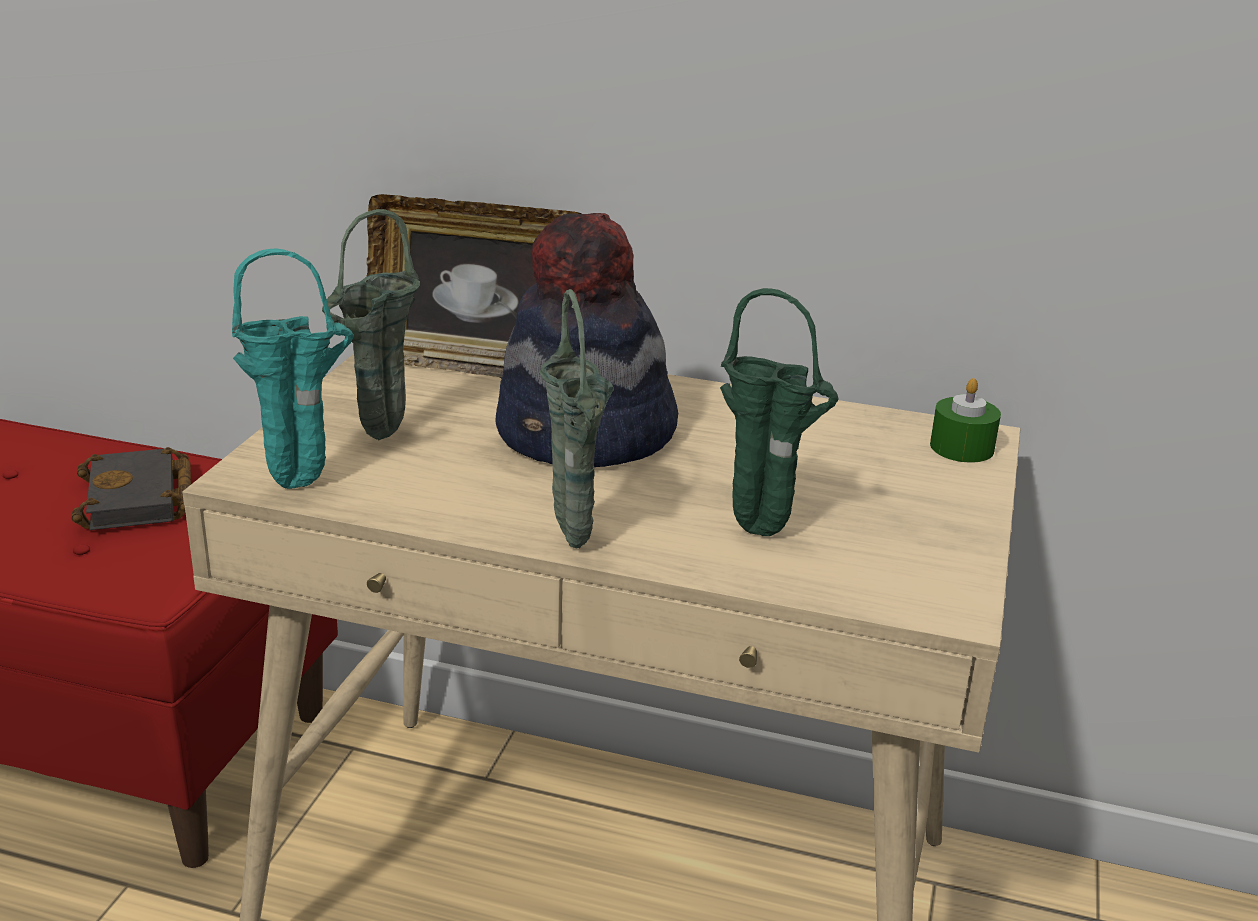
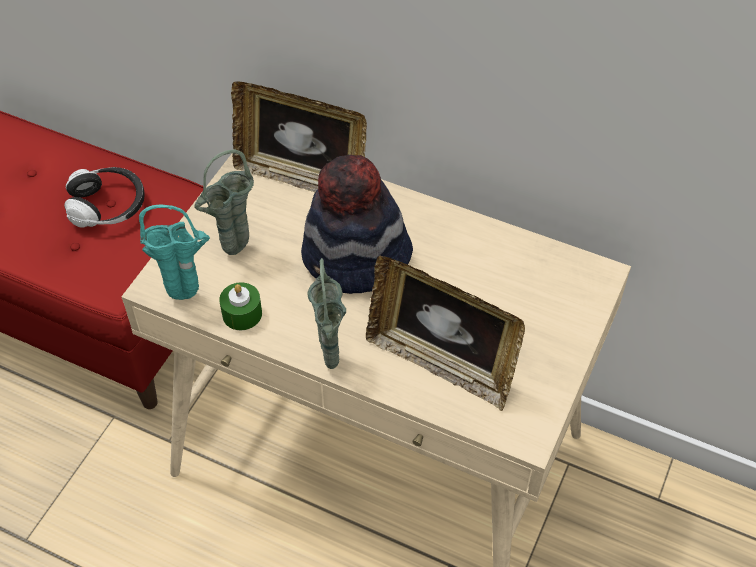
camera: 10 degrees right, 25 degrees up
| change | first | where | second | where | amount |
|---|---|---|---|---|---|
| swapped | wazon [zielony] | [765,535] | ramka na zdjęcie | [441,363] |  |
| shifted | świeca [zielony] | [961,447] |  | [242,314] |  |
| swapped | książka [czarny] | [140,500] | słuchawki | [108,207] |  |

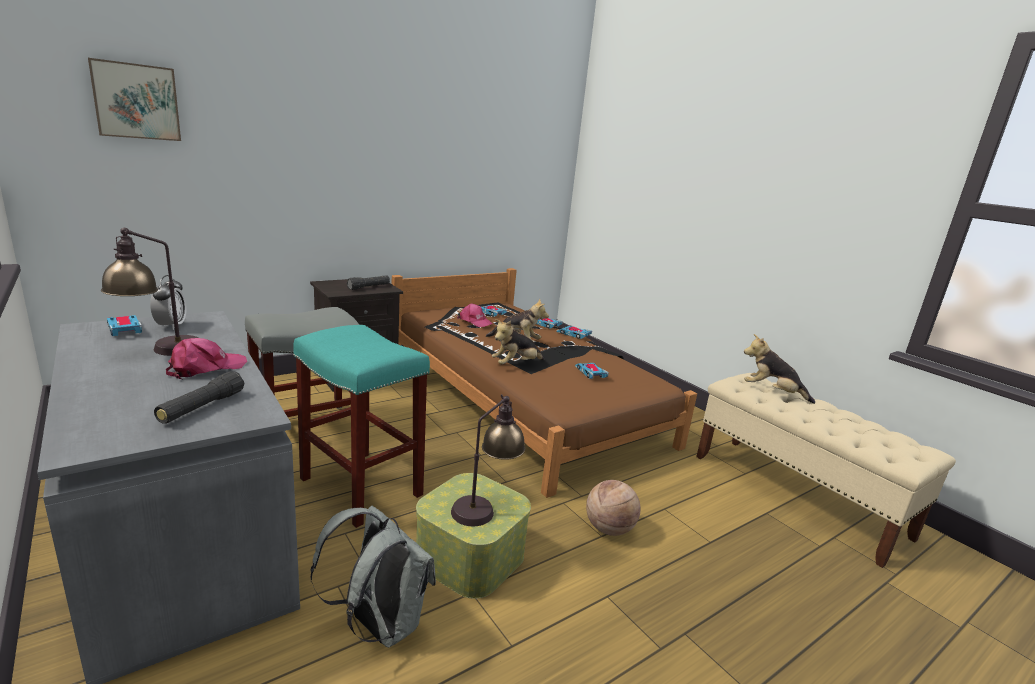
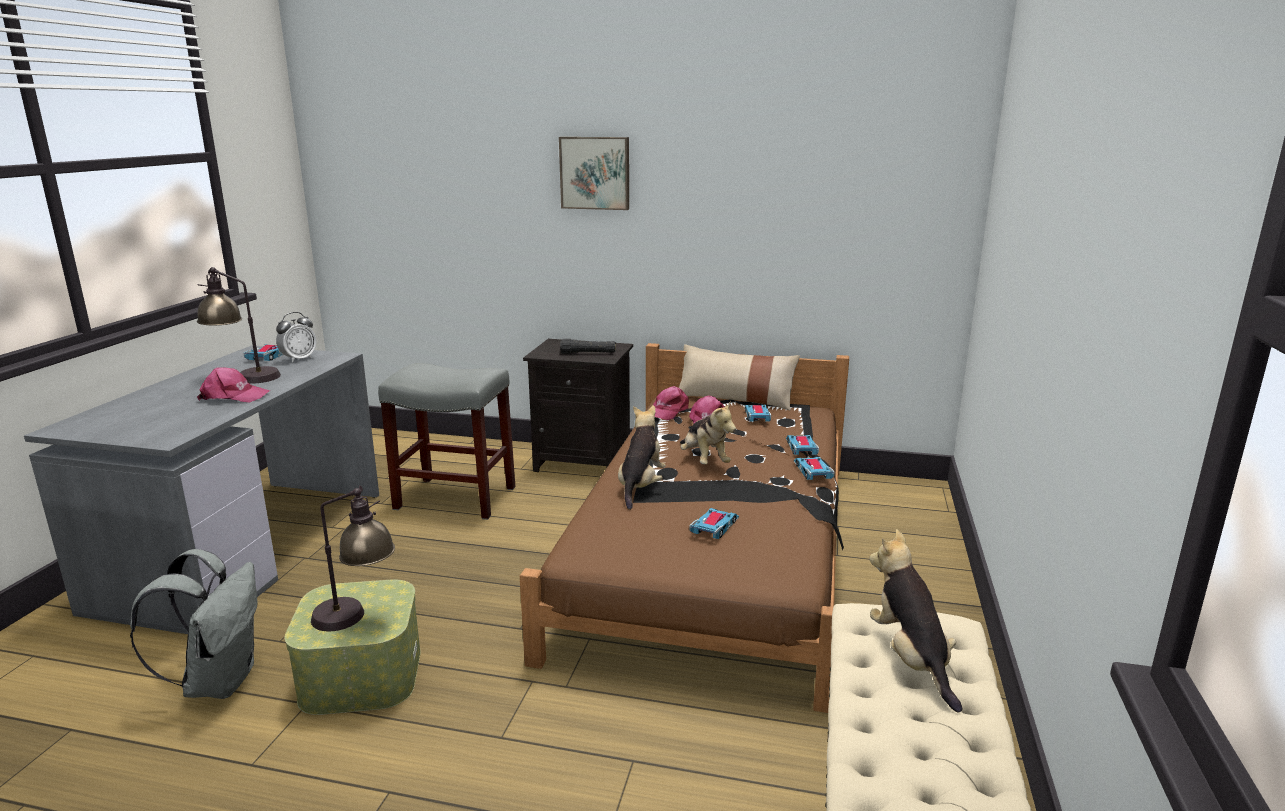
camera: 50 degrees right, 0 degrees up
| change | first | where | second | where | amount |
|---|---|---|---|---|---|
| shifted | obraz | [136,101] |  | [595,173] |  |
| rotated | pluszak | [516,364] |  | [640,486] | 90 degrees clockwise |
| gone | stołek [turkusowy] | [362,487] |  |  |  |
| gone | latarka [czarny] | [202,407] |  |  |  |
| gone | piłka do koszykówki | [608,529] |  |  |  |
| new |  |  | poduszka [beżowy] | [735,399] |  |
| new |  |  | czapka z daszkiem [różowy] | [668,411] |  |

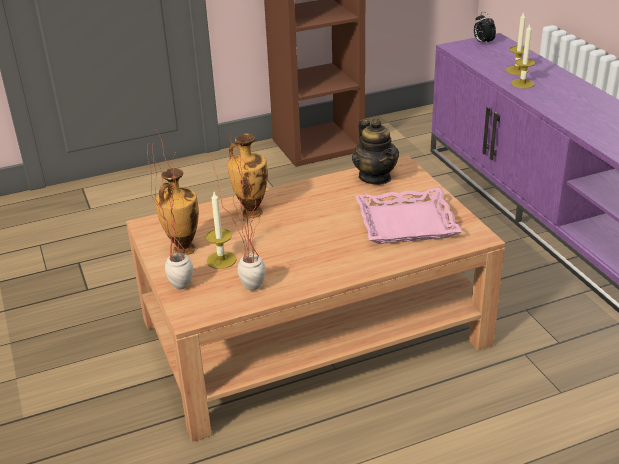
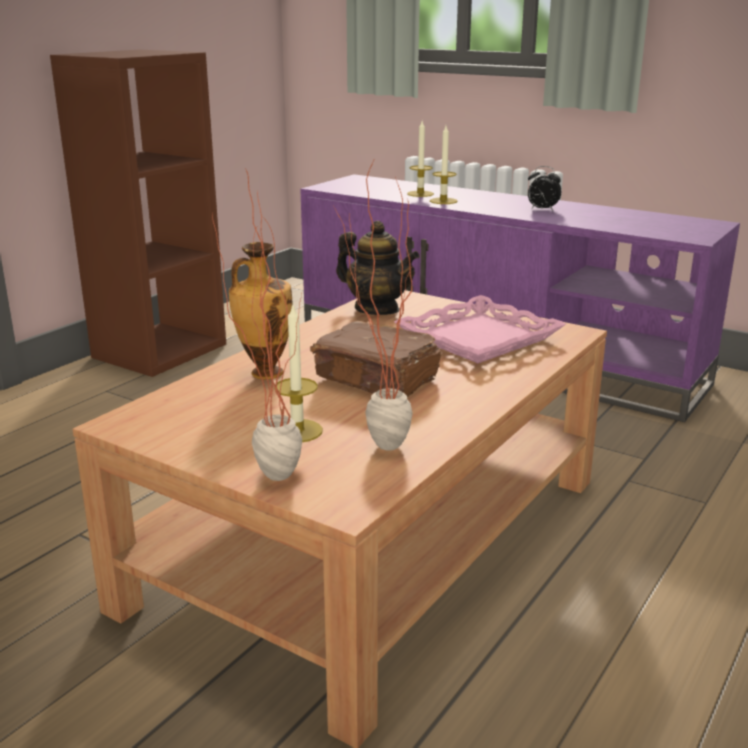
camera: 35 degrees left, 10 degrees down
| change | first | where | second | where | amount |
|---|---|---|---|---|---|
| shifted | budzik | [483,42] |  | [541,210] |  |
| gone | wazon | [183,249] |  |  |  |
| new |  |  | książka [brązowy] | [377,379] |  |

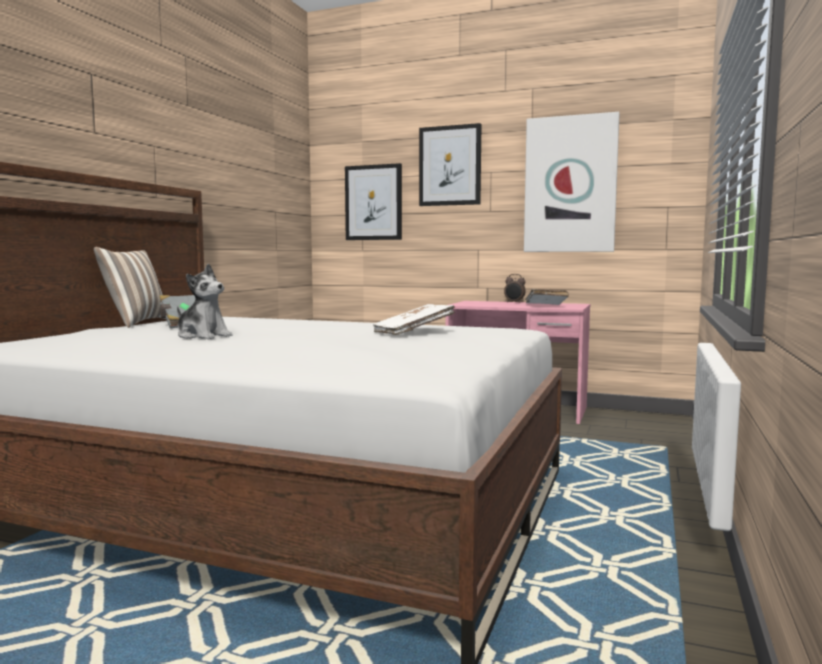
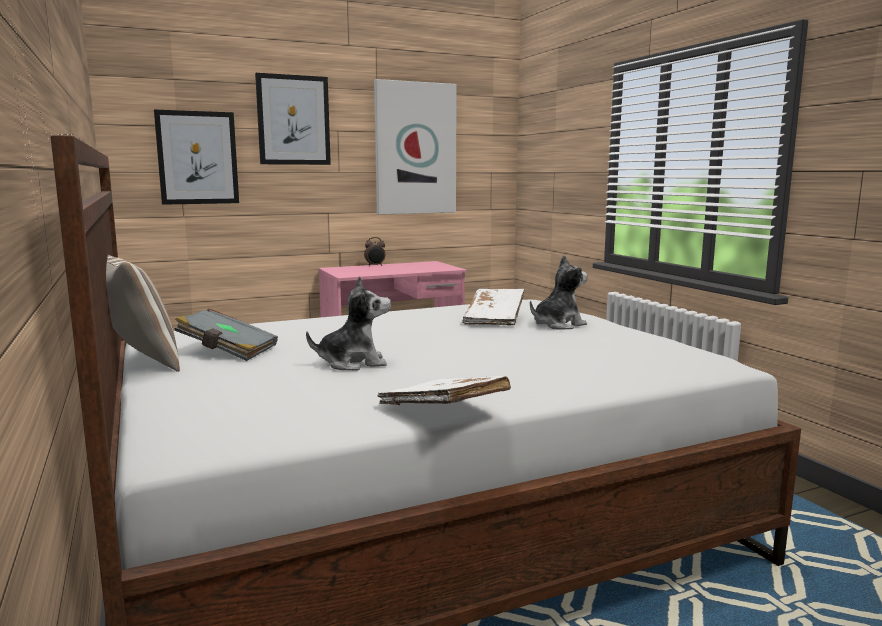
camera: 45 degrees left, 5 degrees up
| change | first | where | second | where | amount |
|---|---|---|---|---|---|
| shifted | książka [biały] | [545,306] |  | [443,411] |  |
| new |  |  | pluszak | [558,325] |  |

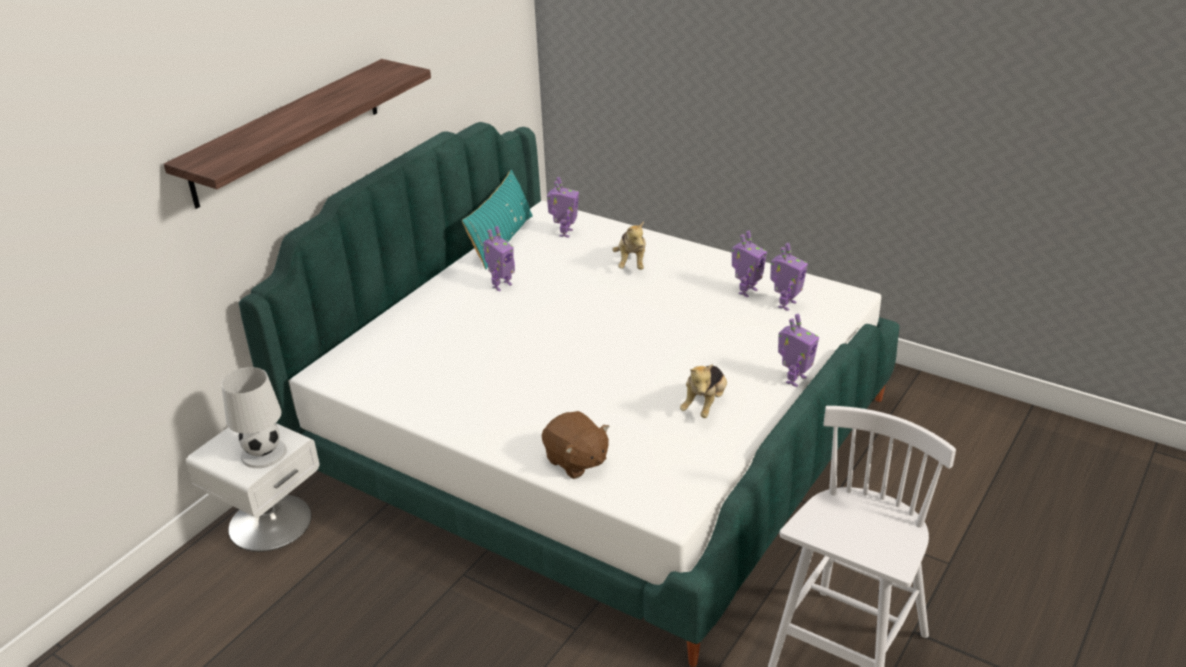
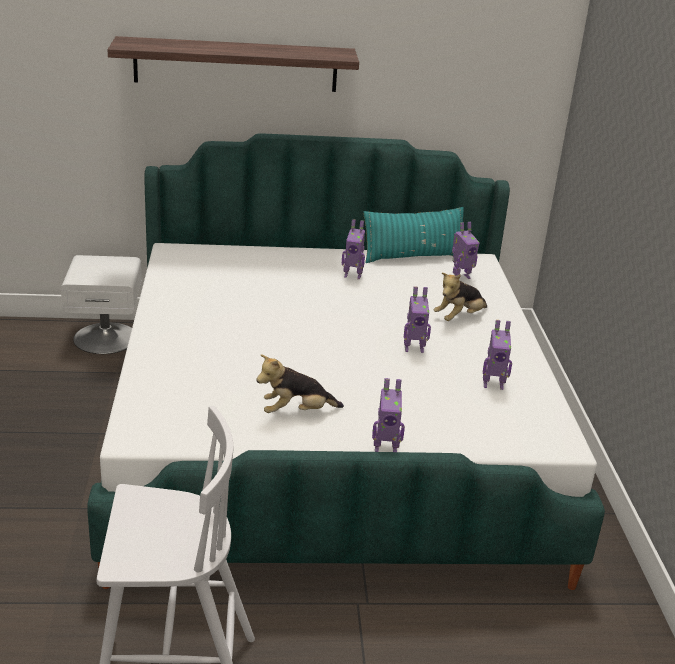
camera: 50 degrees right, 5 degrees down
| change | first | where | second | where | amount |
|---|---|---|---|---|---|
| shifted | robot zabawkowy | [786,304] |  | [414,348] |  |
| gone | lampa stołowa [biały] | [263,454] |  |  |  |
| gone | pluszak [brązowy] | [576,461] |  |  |  |

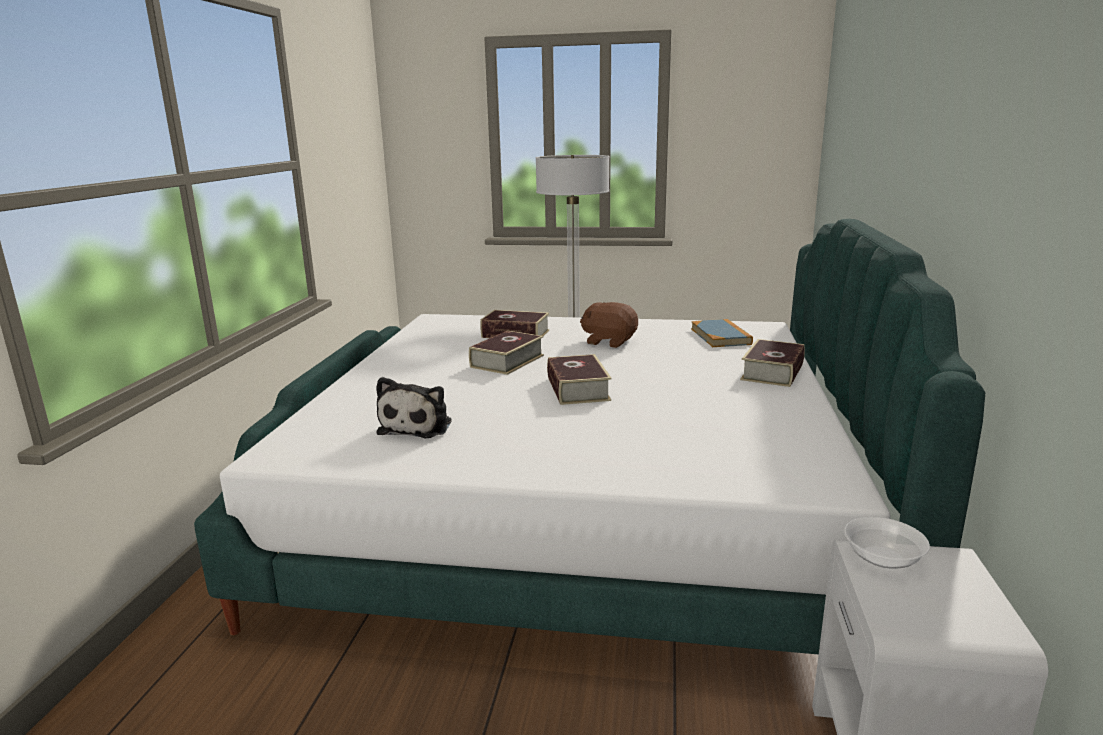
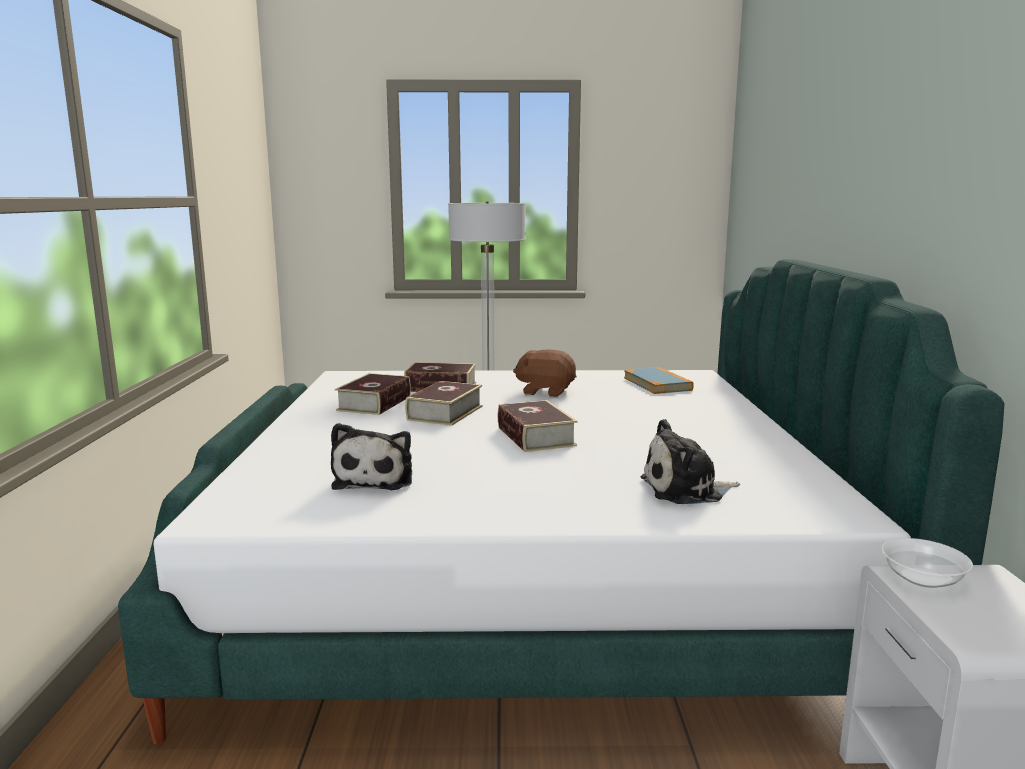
camera: 10 degrees left, 5 degrees down
| change | first | where | second | where | amount |
|---|---|---|---|---|---|
| shifted | książka | [772,372] |  | [374,403] |  |
| new |  |  | pluszak | [686,490] |  |

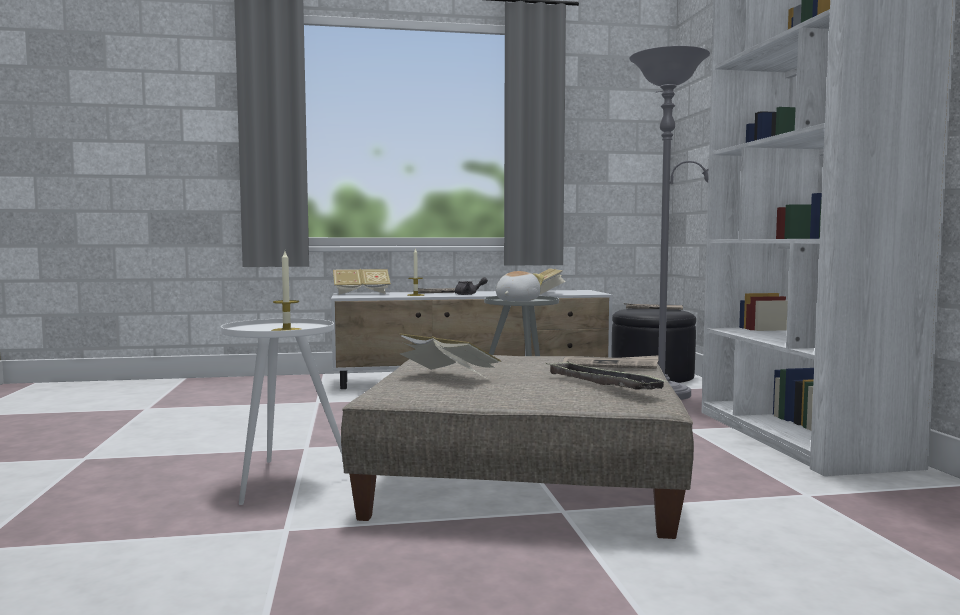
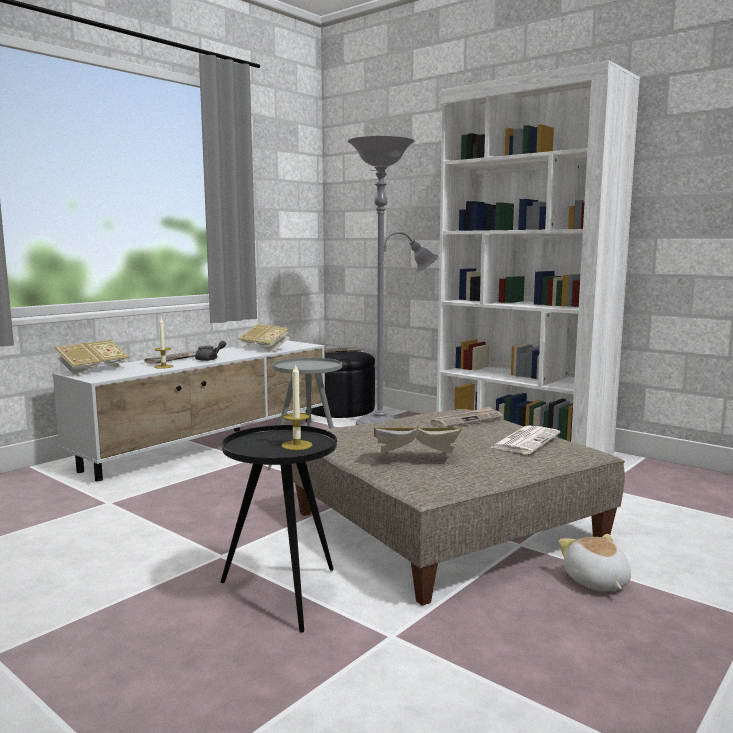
camera: 40 degrees left, 5 degrees up
| change | first | where | second | where | amount |
|---|---|---|---|---|---|
| shifted | pluszak | [516,301] |  | [596,582] |  |
| repainted | stolik [biały] | [282,481] | stolik [czarny] | [283,596] |  |
| swapped | taca | [602,383] | gazeta | [525,440] |  |

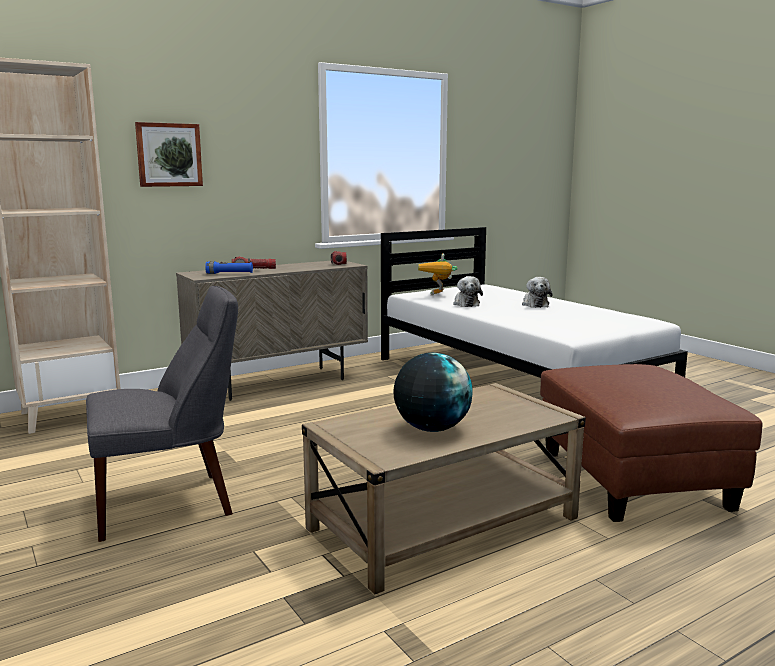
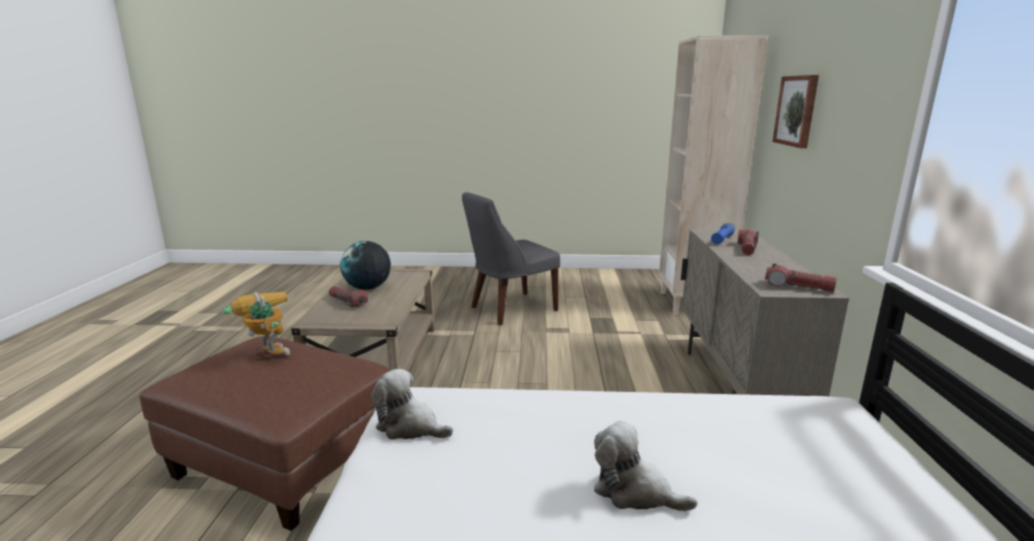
camera: 125 degrees right, 5 degrees up
| change | first | where | second | where | amount |
|---|---|---|---|---|---|
| shifted | robot zabawkowy | [439,295] |  | [266,351] |  |
| shifted | pluszak | [466,304] |  | [410,427] |  |
| rotated | krzesło [szary] | [170,503] |  | [510,309] | 45 degrees clockwise |
| new |  |  | latarka | [347,302] |  |

